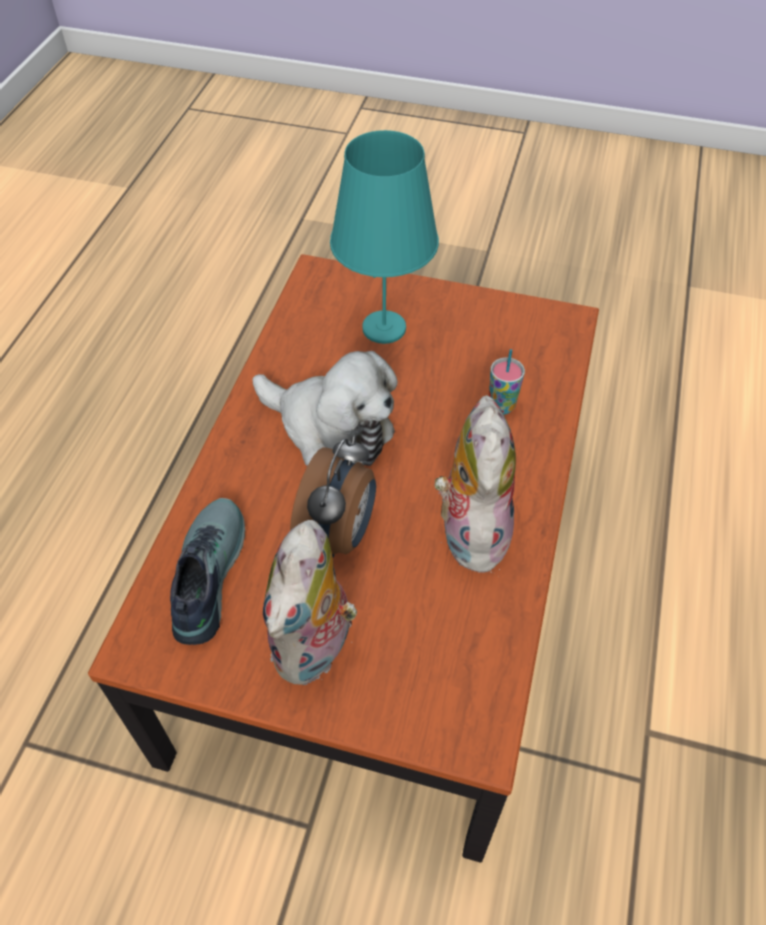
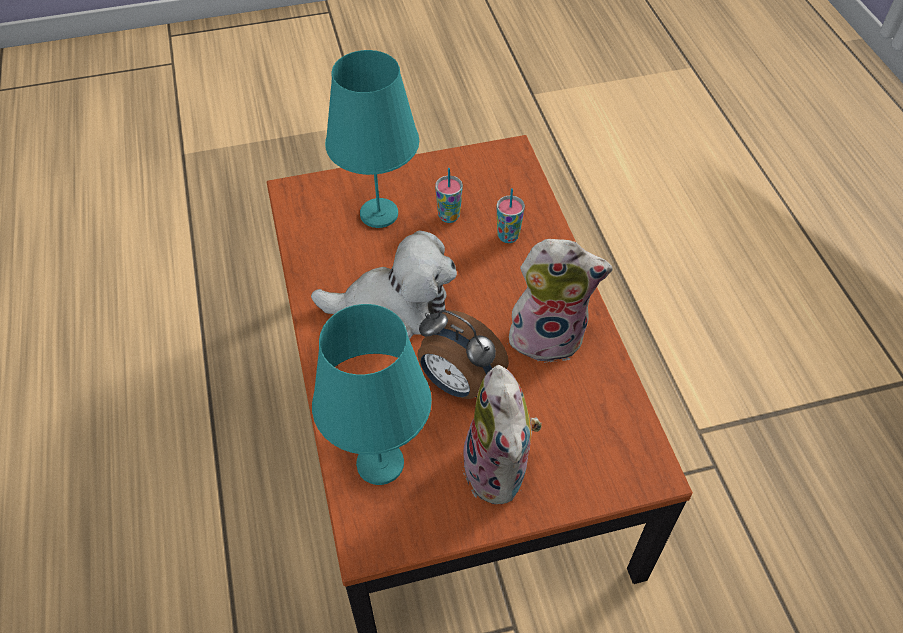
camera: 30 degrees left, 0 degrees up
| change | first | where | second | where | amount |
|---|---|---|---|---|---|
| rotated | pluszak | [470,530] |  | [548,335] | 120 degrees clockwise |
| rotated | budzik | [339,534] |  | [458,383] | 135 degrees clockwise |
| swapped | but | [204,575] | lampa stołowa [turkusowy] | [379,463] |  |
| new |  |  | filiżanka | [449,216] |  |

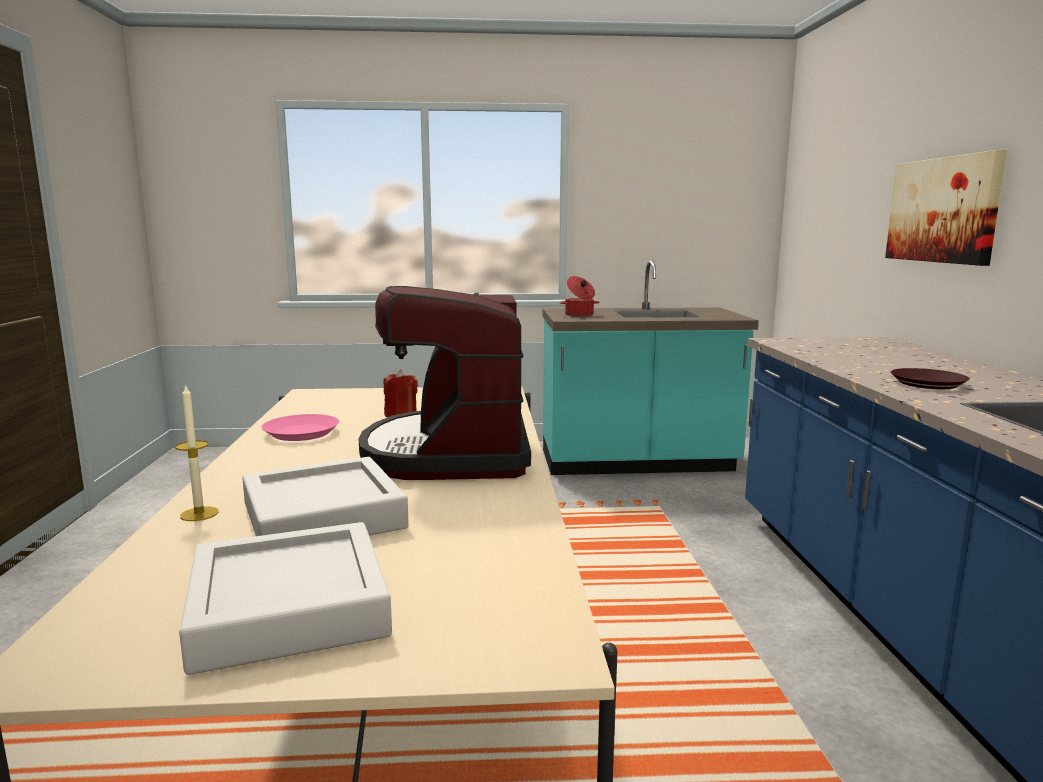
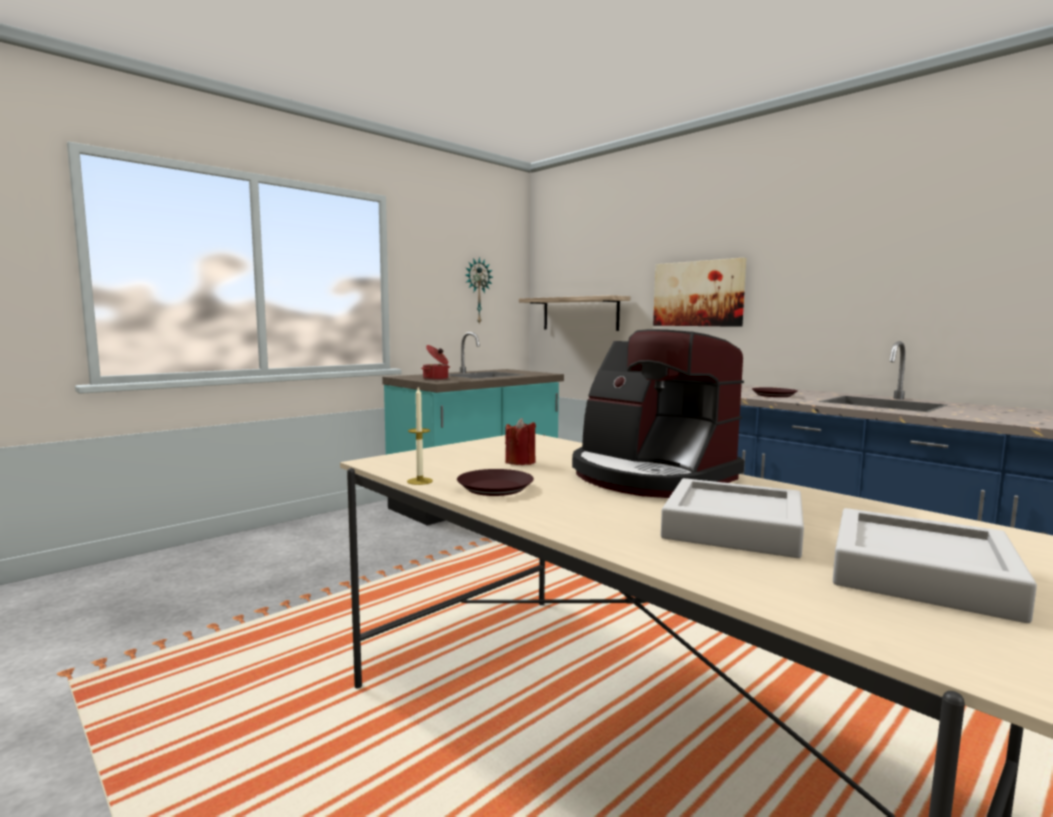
camera: 40 degrees left, 5 degrees down
| change | first | where | second | where | amount |
|---|---|---|---|---|---|
| shifted | świeca | [199,514] |  | [420,481] |  |
| repainted | talerz [różowy] | [300,433] | talerz [brązowy] | [495,488] |  |
| new |  |  | zegar ścienny | [477,291] |  |
| new |  |  | półka | [580,314] |  |

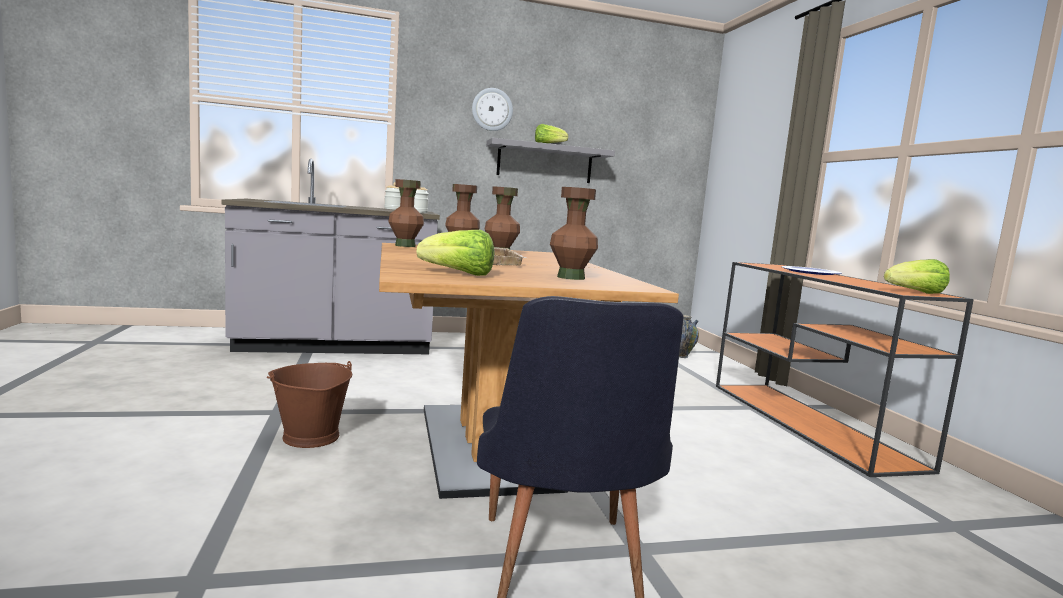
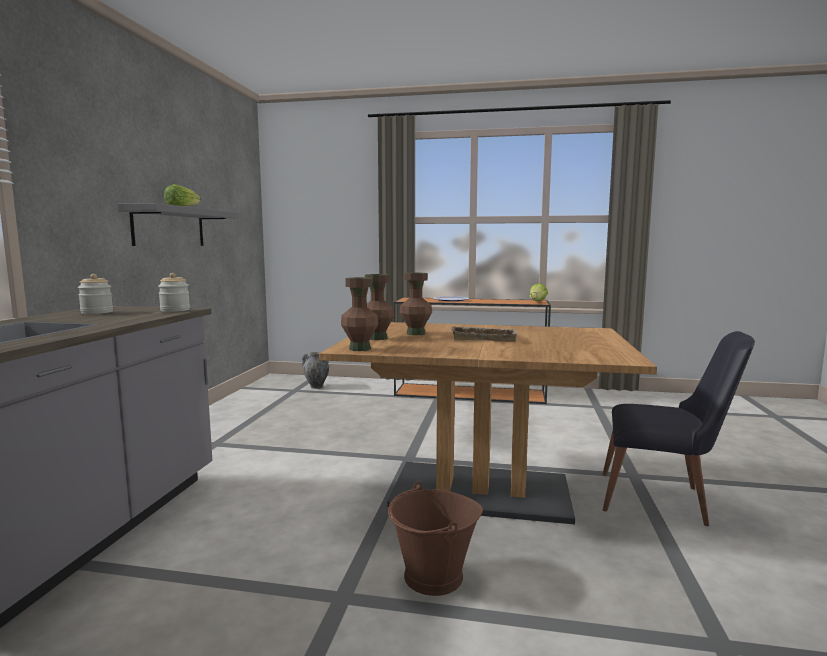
camera: 65 degrees left, 0 degrees up
| change | first | where | second | where | amount |
|---|---|---|---|---|---|
| gone | zegar ścienny | [492,109] |  |  |  |
| gone | wazon [brązowy] | [571,277] |  |  |  |
| gone | sałata | [459,274] |  |  |  |

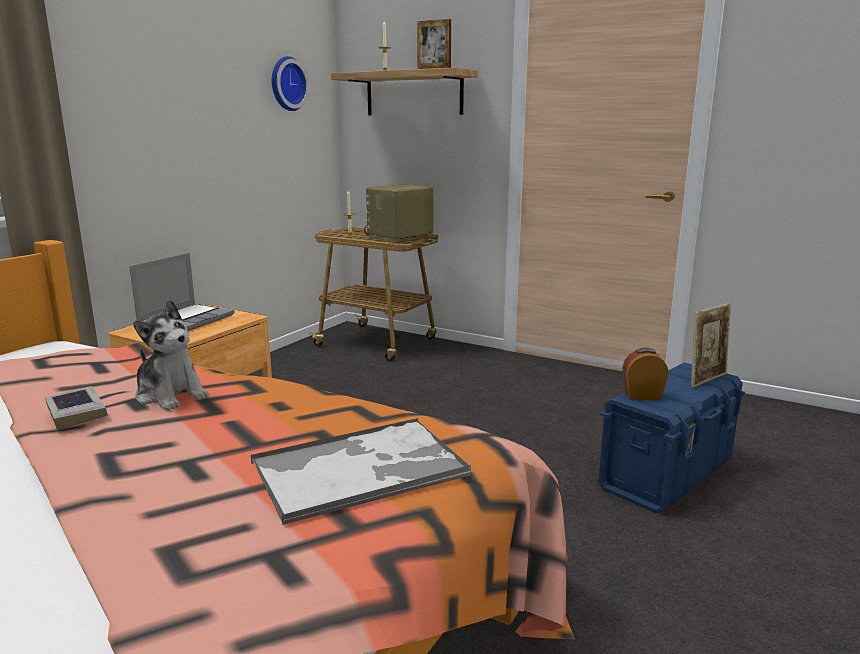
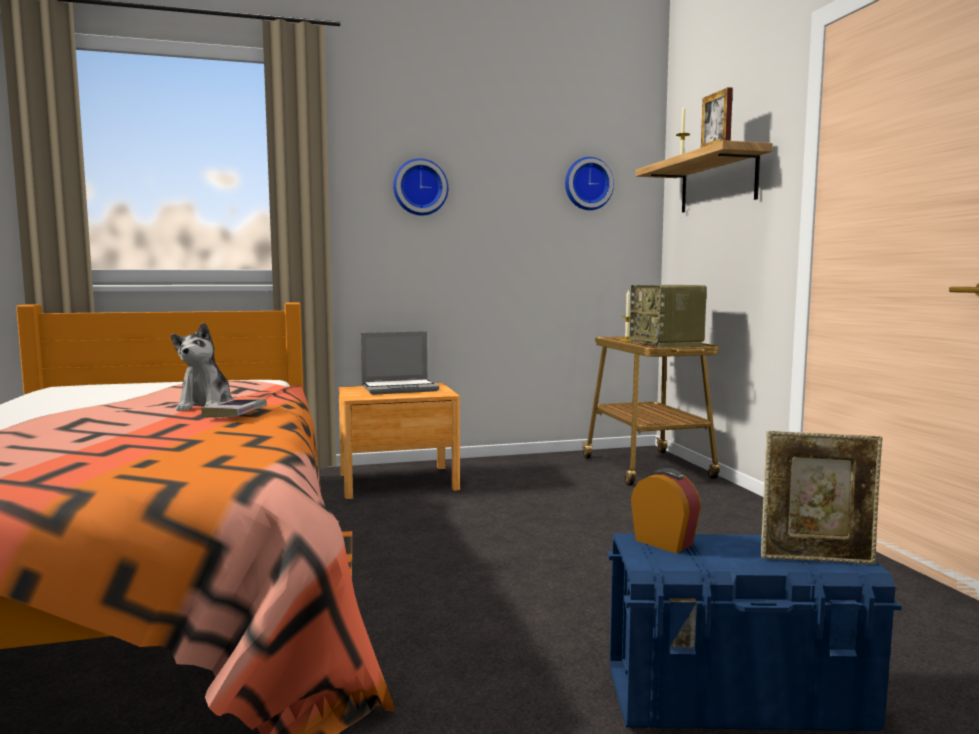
camera: 45 degrees right, 10 degrees down
| change | first | where | second | where | amount |
|---|---|---|---|---|---|
| rotated | radio | [400,237] |  | [667,344] | 105 degrees counterclockwise |
| shifted | książka | [76,413] |  | [235,413] |  |
| gone | taca | [361,469] |  |  |  |
| new |  |  | zegar ścienny | [420,187] |  |

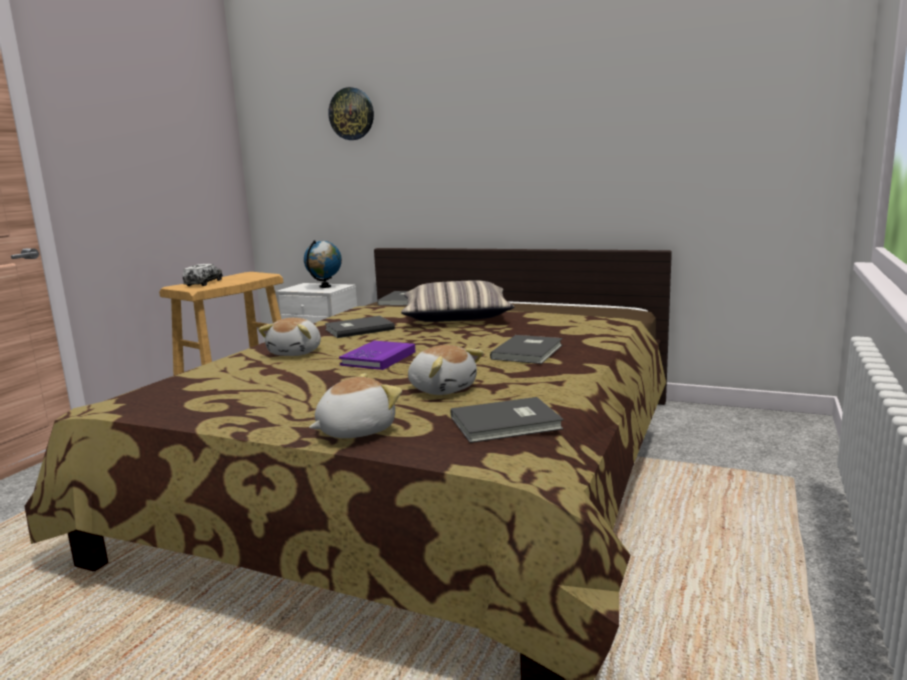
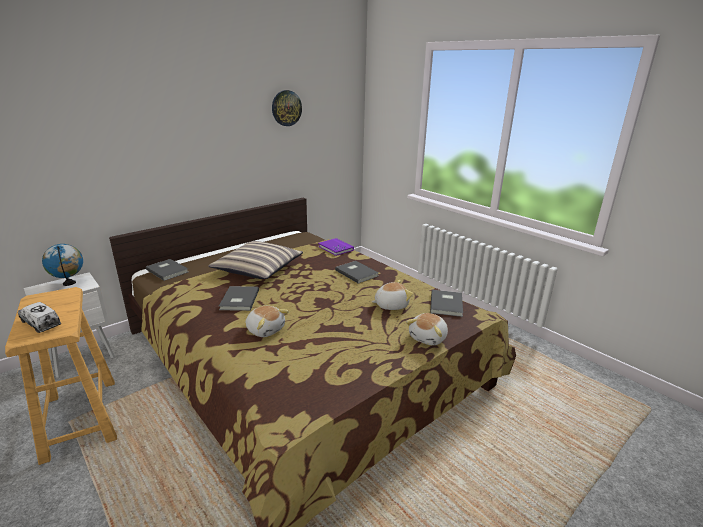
camera: 65 degrees left, 10 degrees up
| change | first | where | second | where | amount |
|---|---|---|---|---|---|
| shifted | zegar ścienny | [351,114] |  | [286,108] |  |
| shifted | książka [fioletowy] | [378,358] |  | [335,248] |  |
| rotated | pluszak | [355,430] |  | [428,338] | 135 degrees counterclockwise |

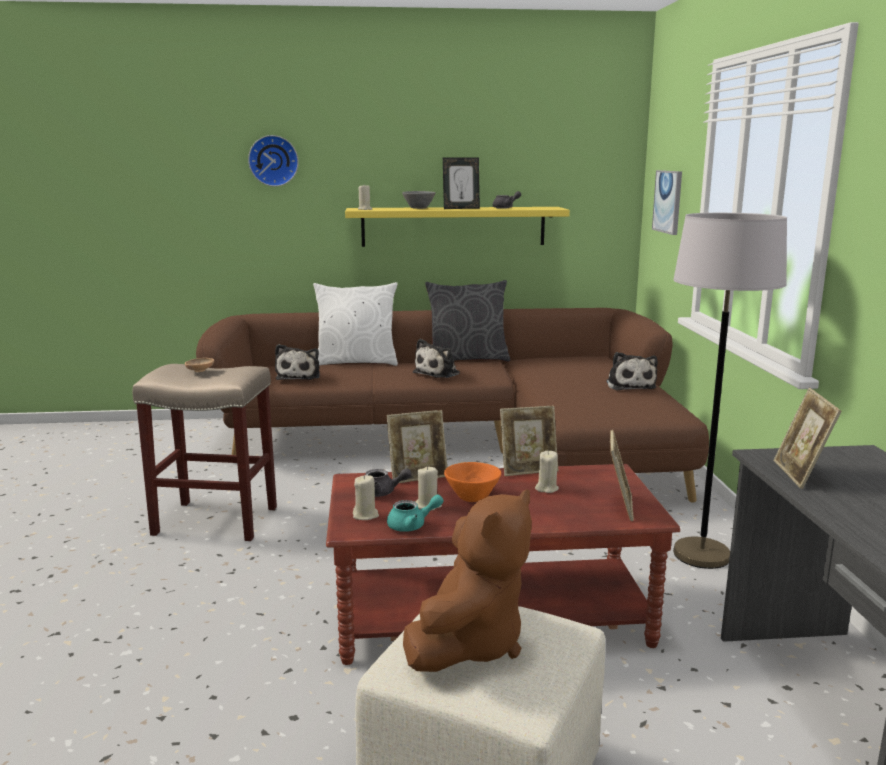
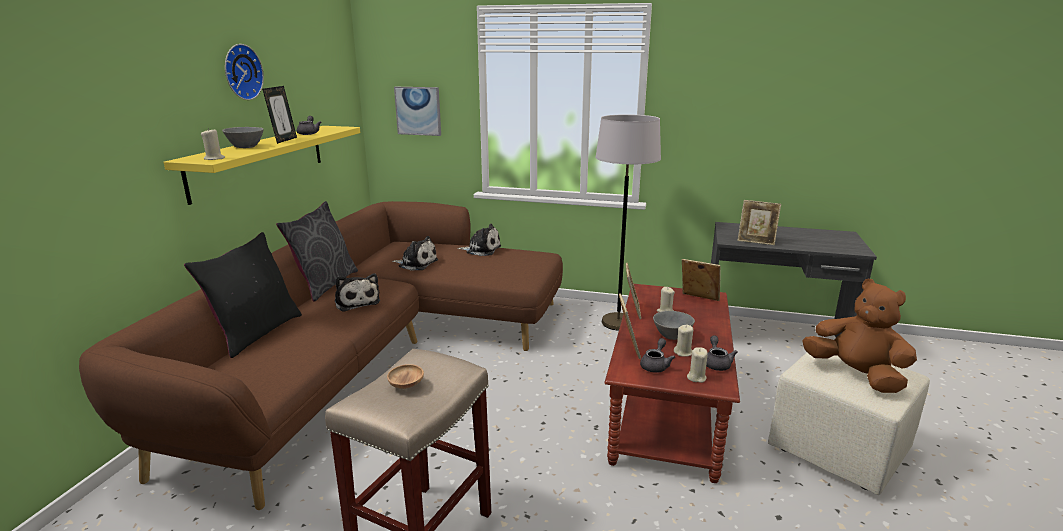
camera: 70 degrees left, 5 degrees up
| change | first | where | second | where | amount |
|---|---|---|---|---|---|
| shifted | zegar ścienny | [273,161] |  | [241,72] |  |
| repainted | poduszka [biały] | [356,362] | poduszka [czarny] | [256,333] |  |
| shifted | pluszak | [299,376] |  | [416,263] |  |
| repainted | miska [pomarańczowy] | [474,496] | miska [szary] | [671,335] |  |
| repainted | imbryk [turkusowy] | [412,525] | imbryk [szary] | [716,363] |  |

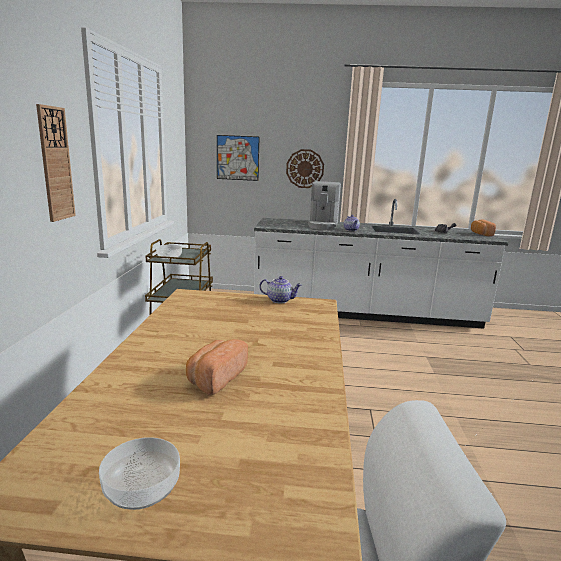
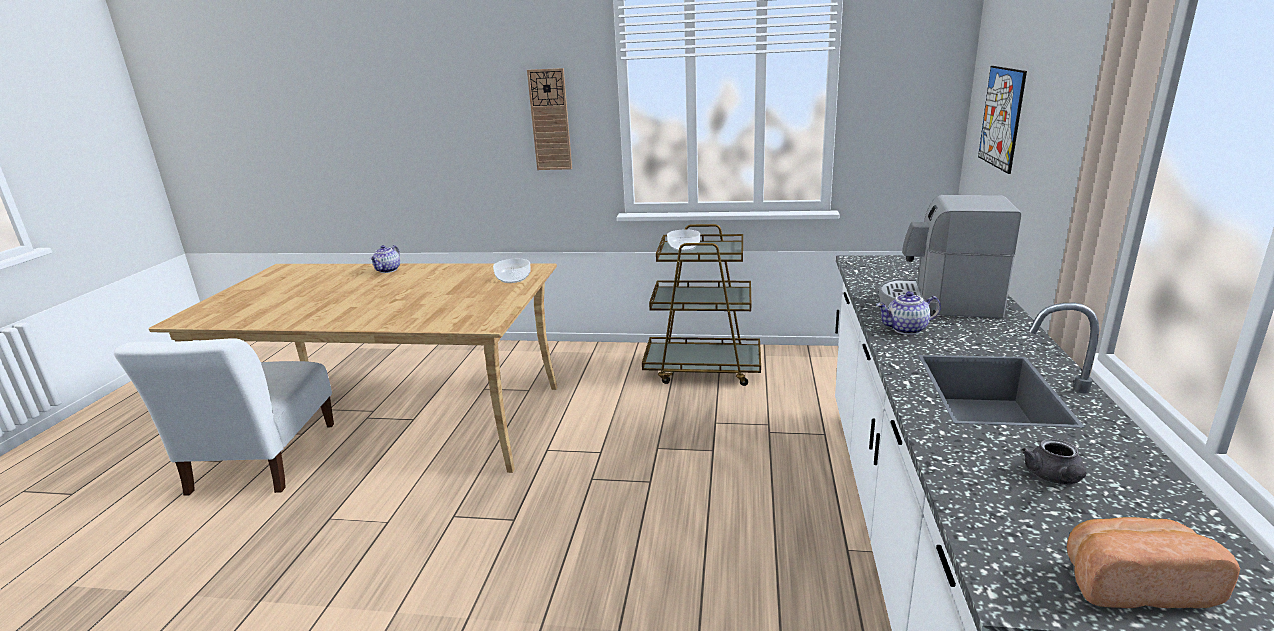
camera: 95 degrees right, 5 degrees up
| change | first | where | second | where | amount |
|---|---|---|---|---|---|
| gone | zegar ścienny | [305,168] |  |  |  |
| shifted | imbryk | [280,300] |  | [388,270] |  |
| gone | chleb | [215,378] |  |  |  |
| shifted | miska | [142,489] |  | [512,279] |  |

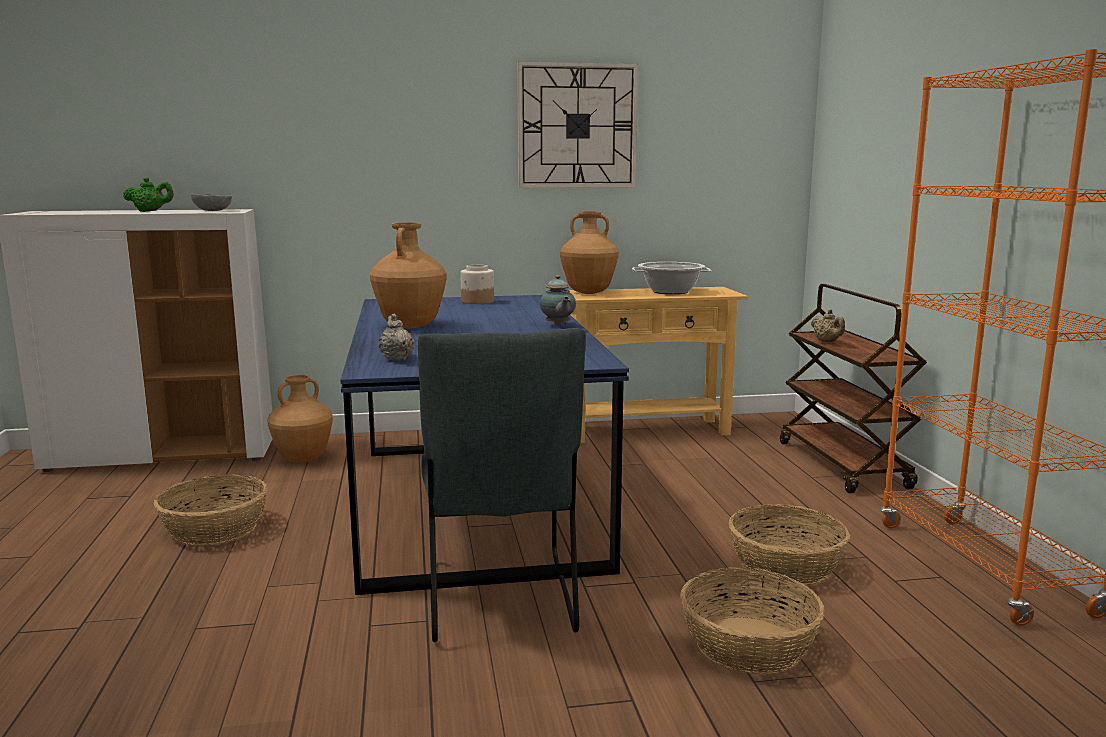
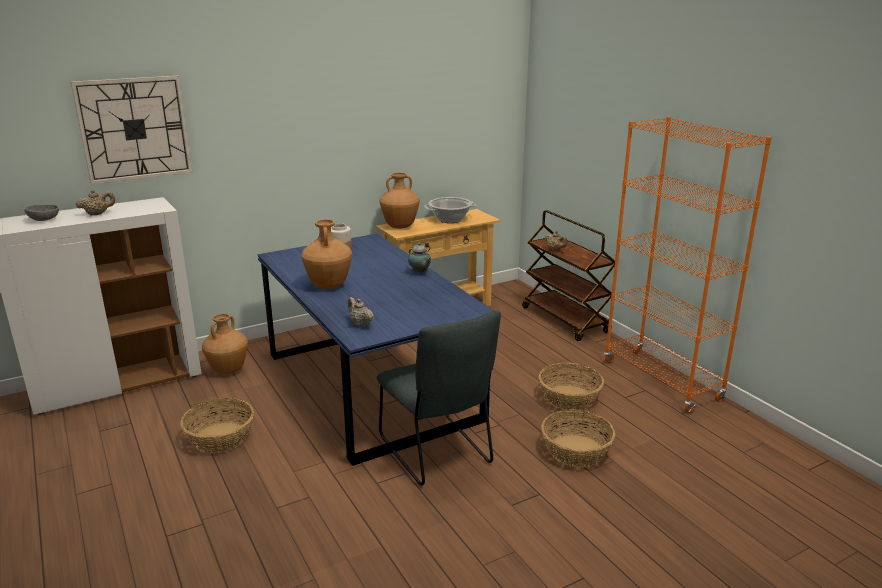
camera: 20 degrees left, 10 degrees up
| change | first | where | second | where | amount |
|---|---|---|---|---|---|
| shifted | zegar ścienny | [577,126] |  | [134,129] |  |
| repainted | imbryk [zielony] | [150,211] | imbryk [beżowy] | [98,214] |  |
| shifted | miska [szary] | [213,211] |  | [44,219] |  |

